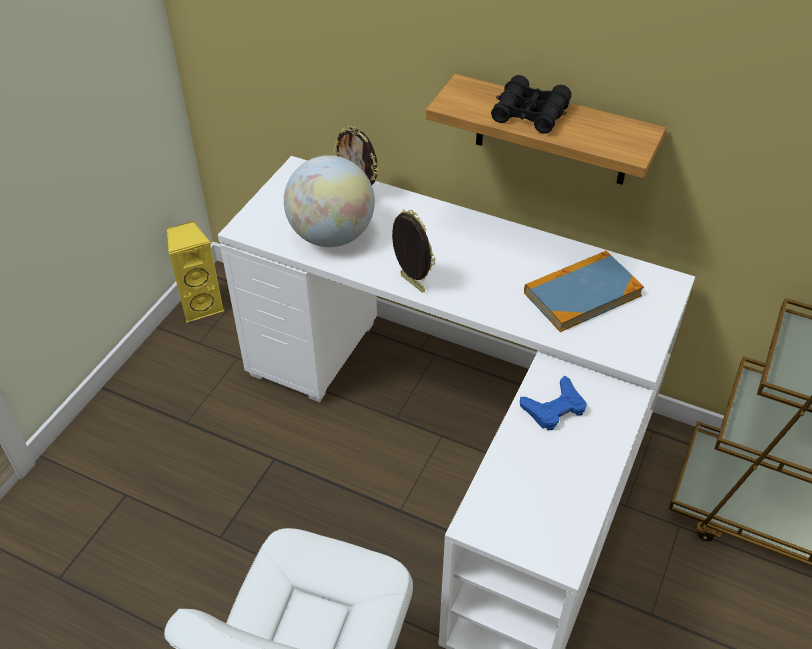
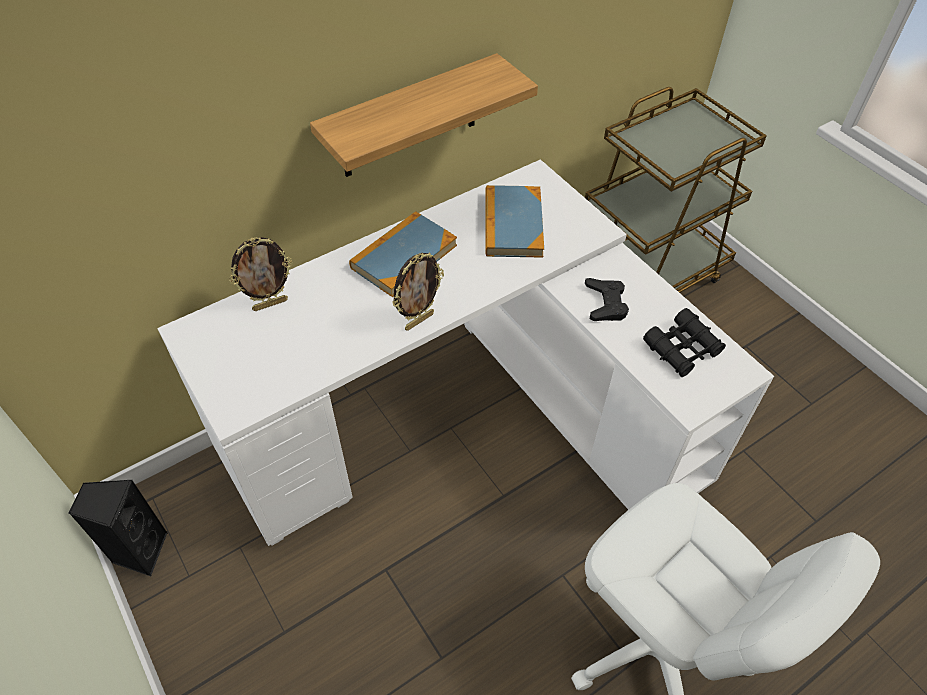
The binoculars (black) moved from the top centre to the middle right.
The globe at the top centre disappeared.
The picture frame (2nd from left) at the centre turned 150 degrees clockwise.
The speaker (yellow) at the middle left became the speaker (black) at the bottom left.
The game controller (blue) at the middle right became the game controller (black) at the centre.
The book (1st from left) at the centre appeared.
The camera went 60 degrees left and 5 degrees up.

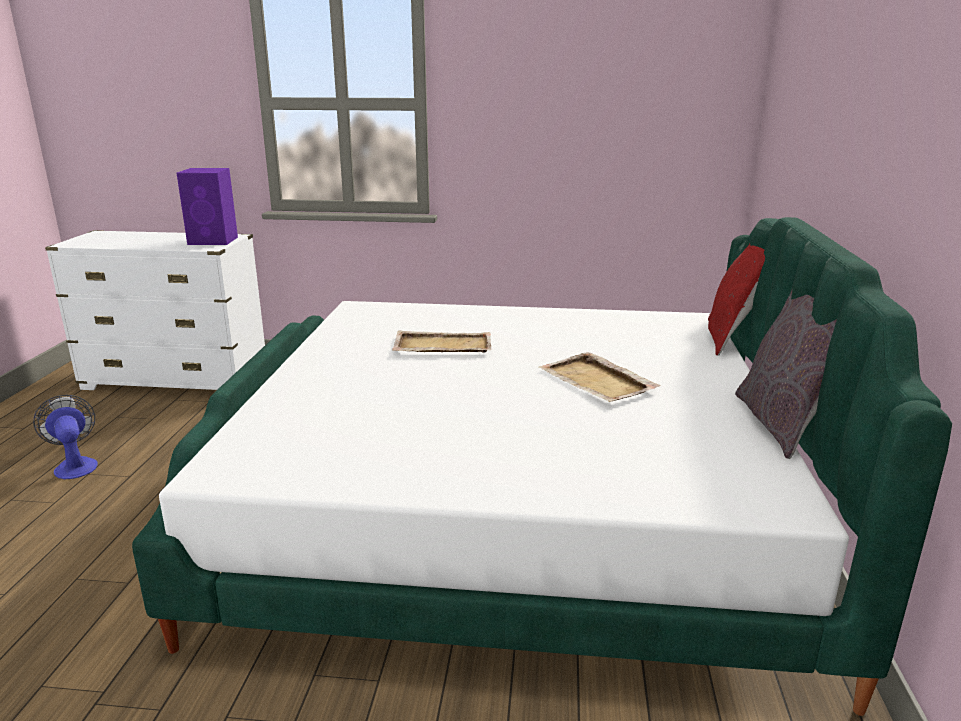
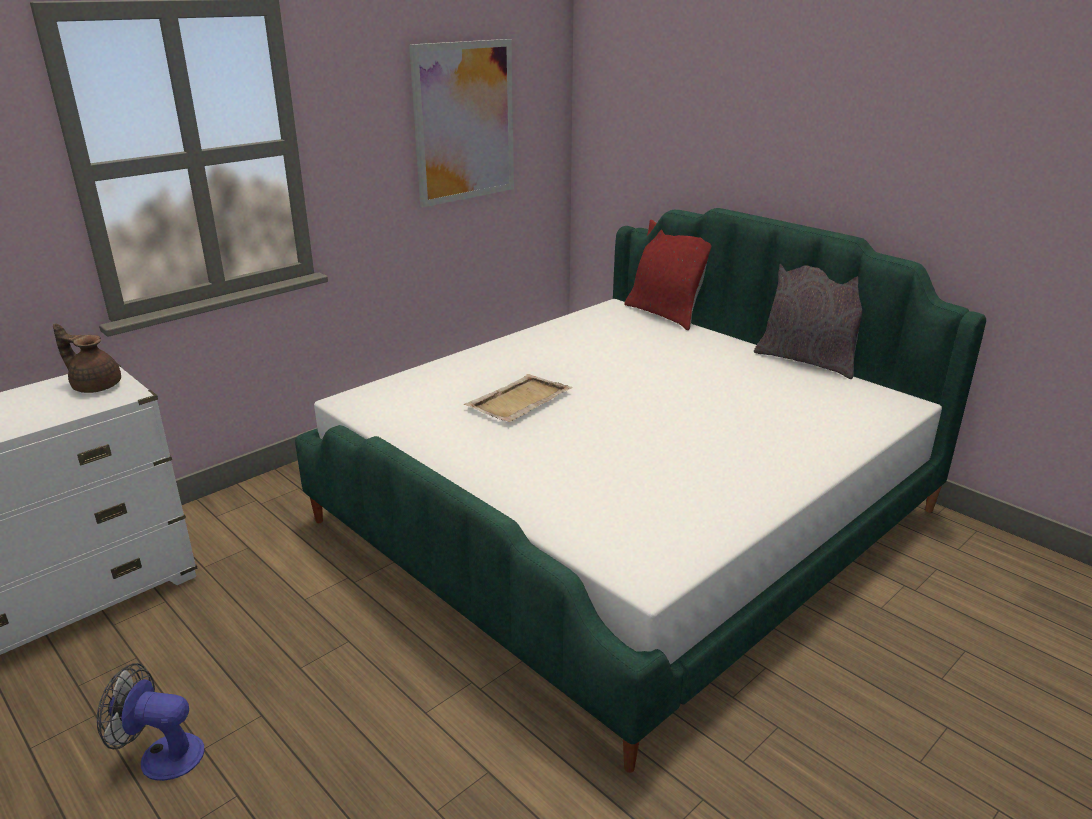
The speaker (purple) at the top left was replaced by the teapot (brown) at the middle left.
The tray (beige) (2nd from left) at the centre disappeared.
The picture at the top centre appeared.
The camera went 50 degrees left and 5 degrees up.

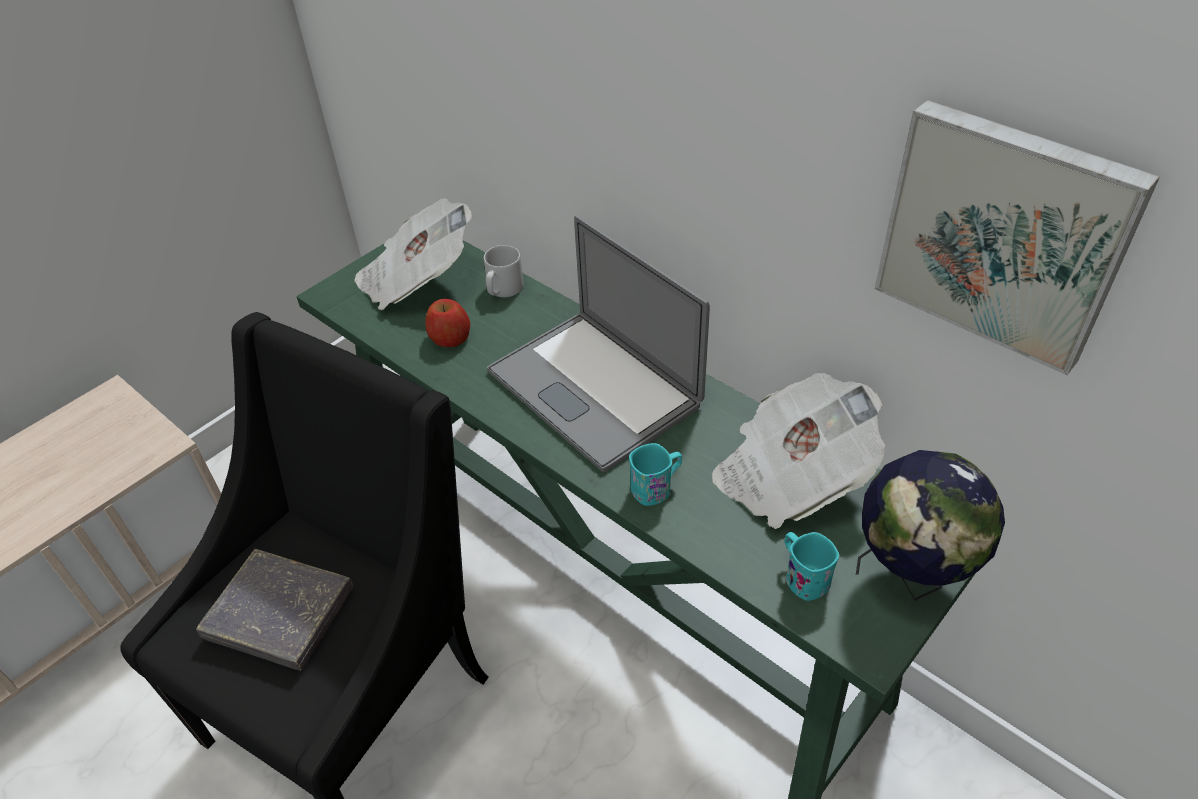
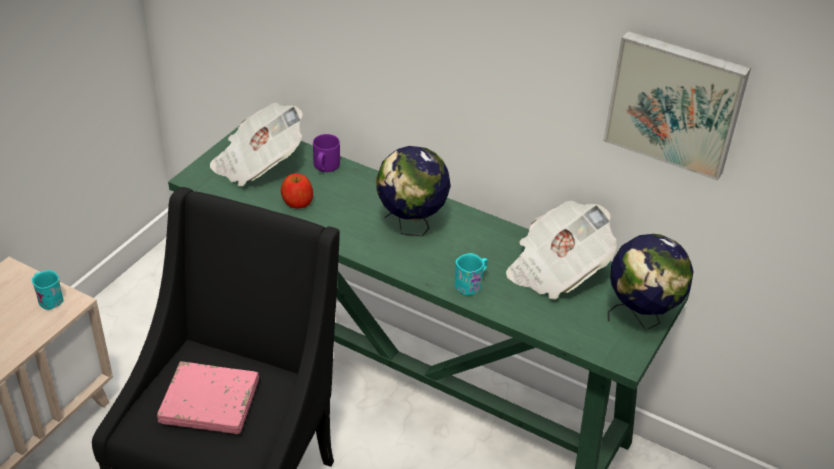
The laptop at the centre was replaced by the globe (1st from left) at the centre.
The mug (grey) at the centre became the mug (purple) at the top centre.
The mug (turquoise) (2nd from left in the first image) moved from the bottom right to the middle left.
The book (grey) at the bottom left became the book (pink) at the bottom left.
The camera went 15 degrees left and 5 degrees down.

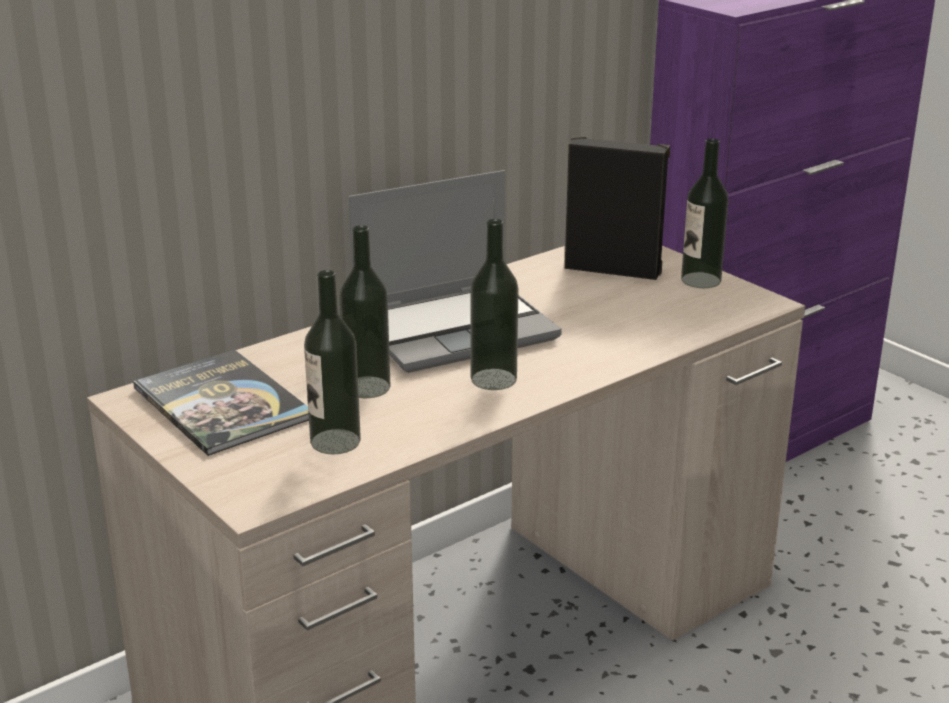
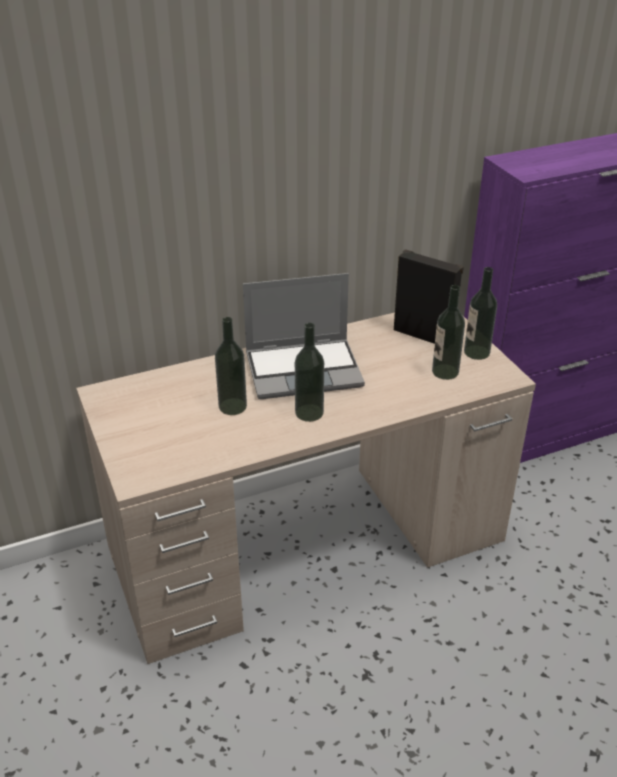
The bottle (1st from left in the first image) moved from the centre to the middle right.
The book at the middle left disappeared.
The camera went 15 degrees right and 10 degrees up.

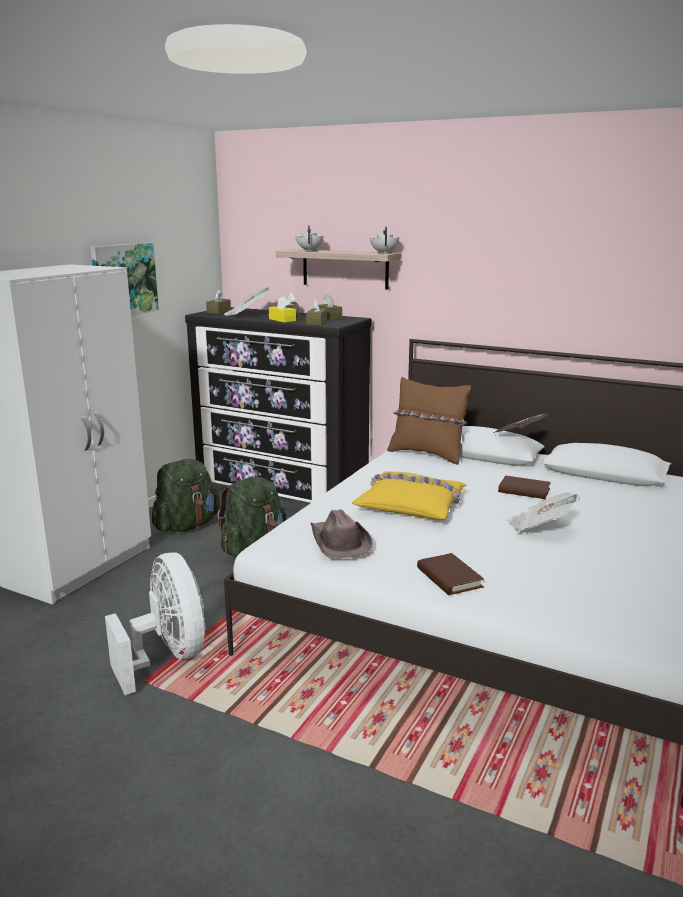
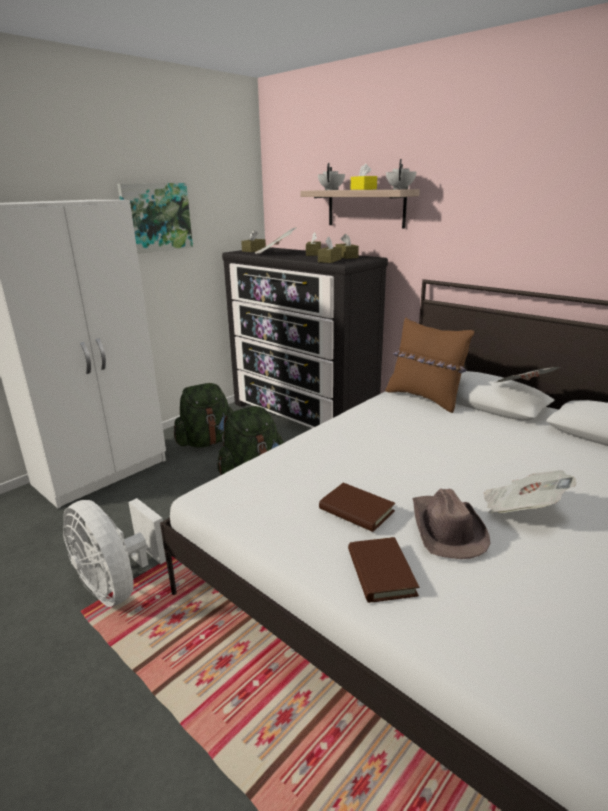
The tissue box (yellow) moved from the centre to the top centre.
The pillow (yellow) at the centre disappeared.
The book (brown) (2nd from left in the first image) moved from the middle right to the centre.
The hat (brown) moved from the centre to the middle right.
The fan (white) at the bottom left turned 150 degrees clockwise.
The camera went 15 degrees right and 5 degrees up.

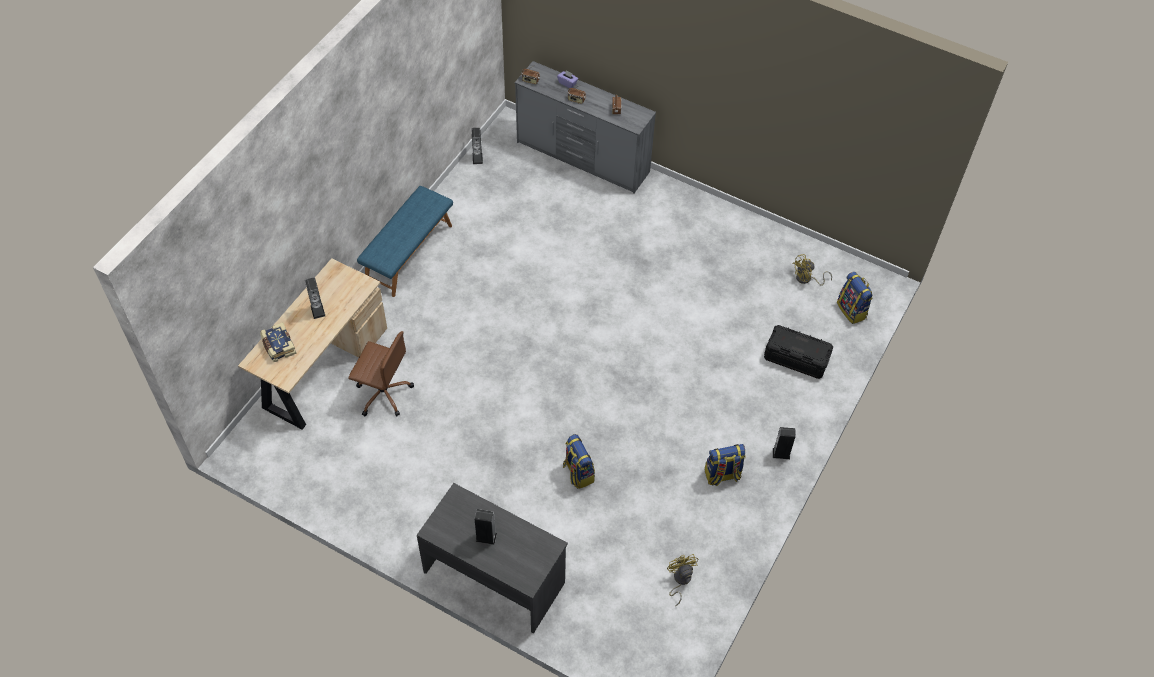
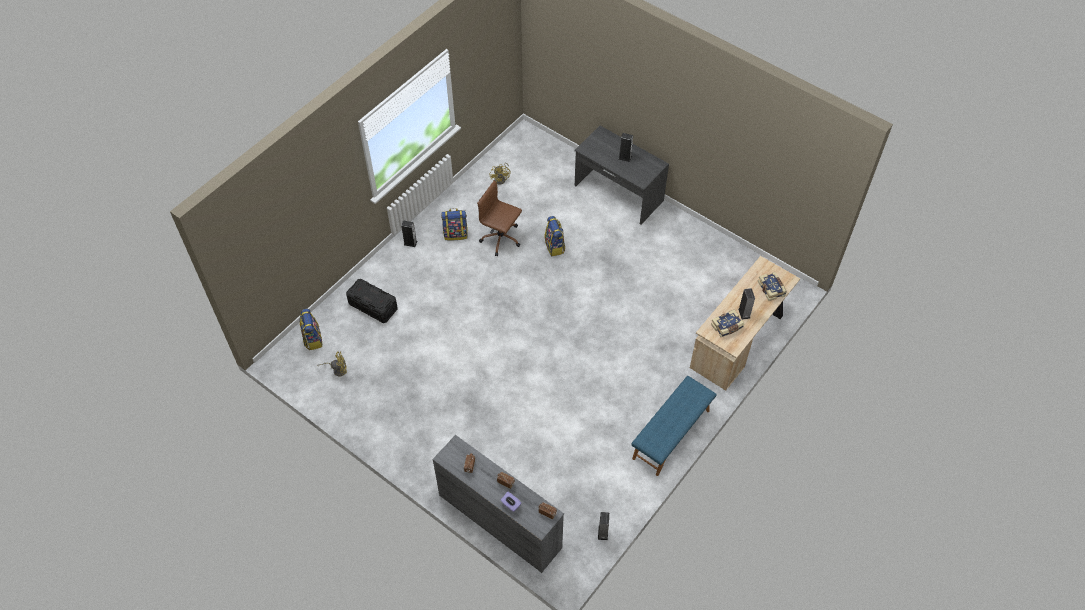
The office chair (brown) moved from the middle left to the centre.
The book (1st from left) at the middle right appeared.
The camera went 170 degrees left and 0 degrees up.

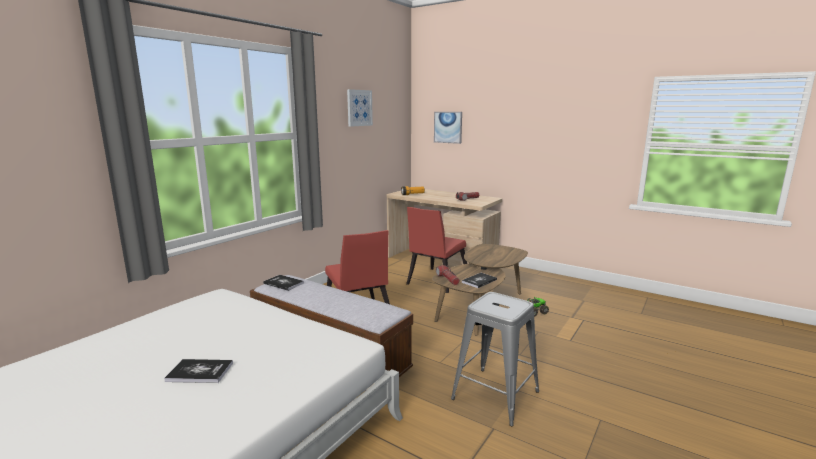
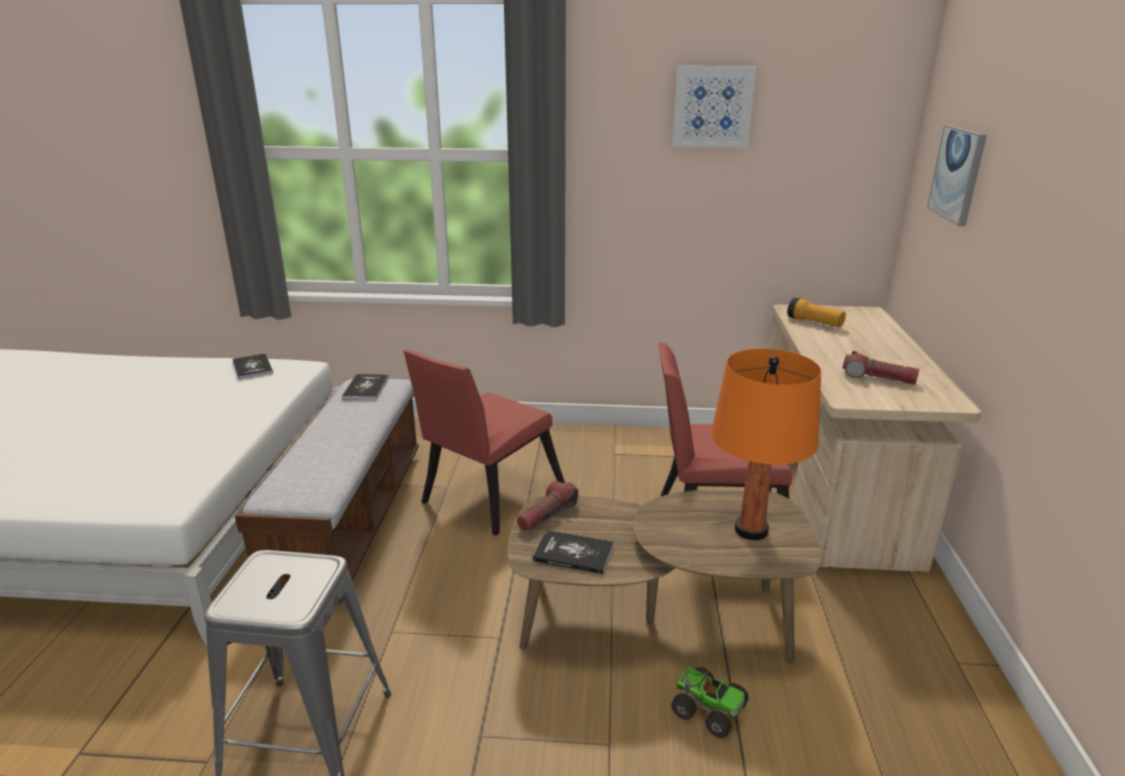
The book (1st from left) moved from the bottom left to the middle left.
The table lamp (orange) at the middle right appeared.
The camera went 60 degrees right and 10 degrees up.

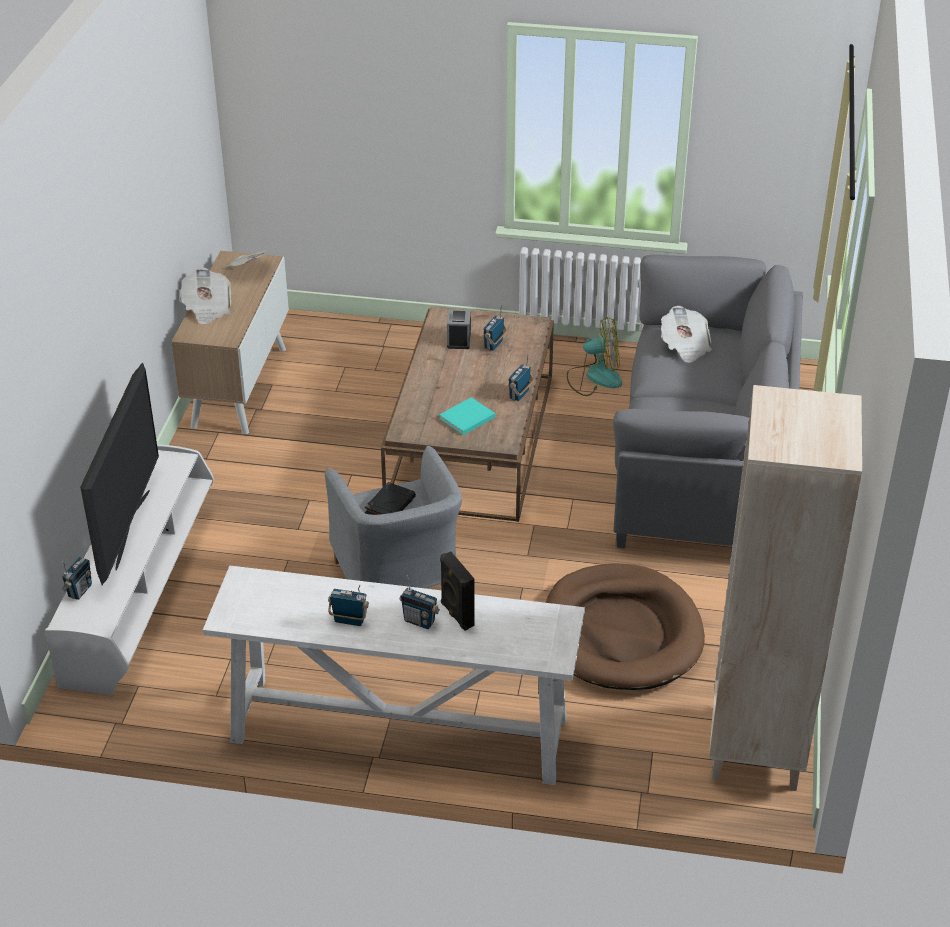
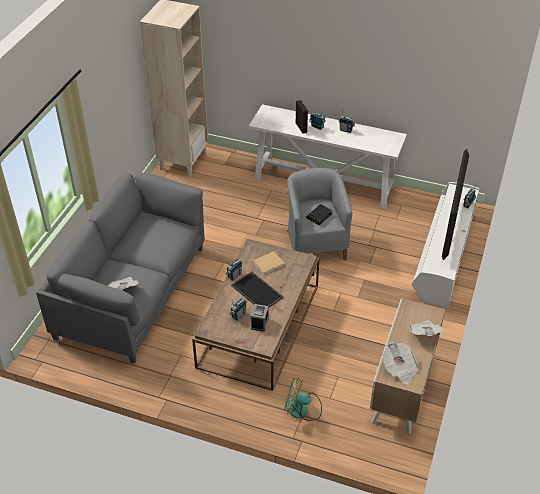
The fan moved from the centre to the bottom centre.
The book (turquoise) at the centre became the book (beige) at the centre.
The dog bed (brown) at the bottom centre disappeared.
The tray at the centre appeared.
The camera went 170 degrees left and 5 degrees up.

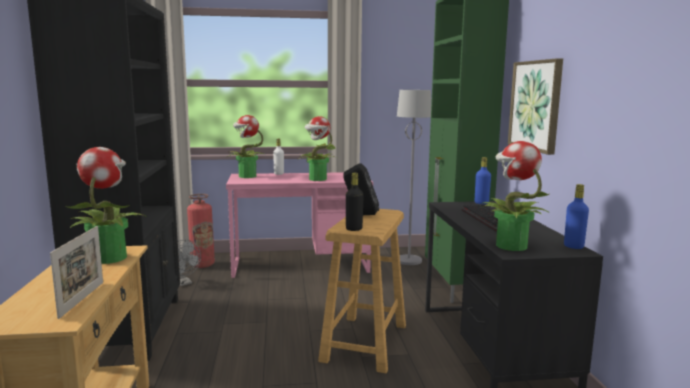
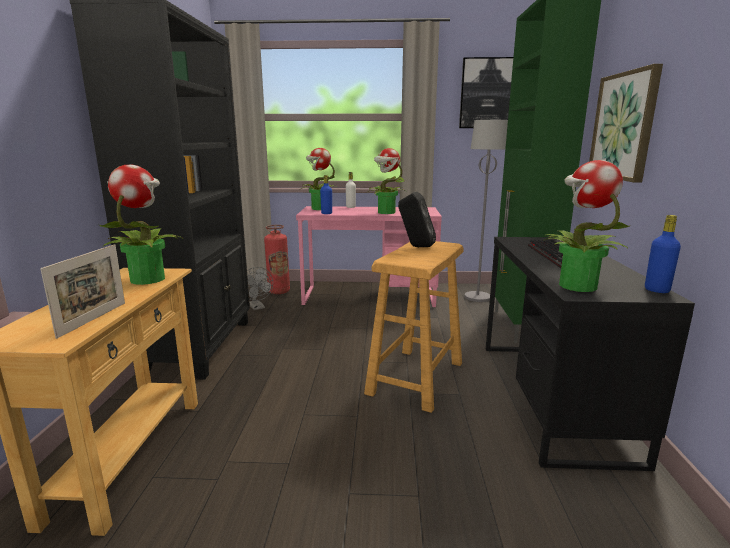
The bottle (blue) (1st from left) moved from the middle right to the centre.
The bottle (black) at the centre disappeared.
The picture (1st from left) at the top centre appeared.
The camera went 10 degrees right and 5 degrees up.

